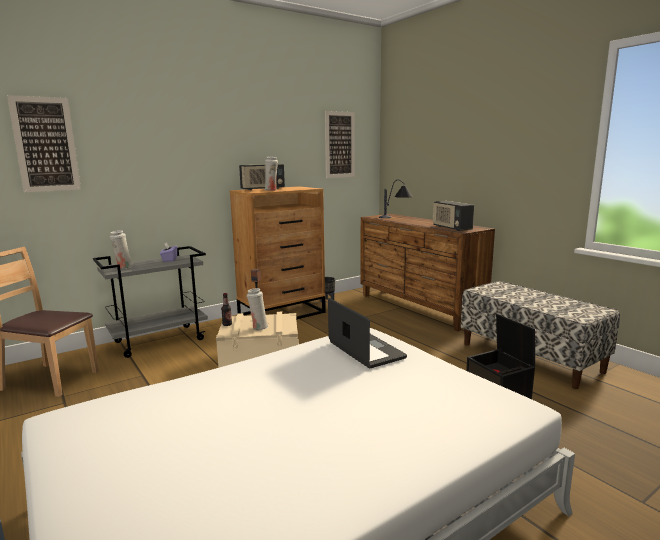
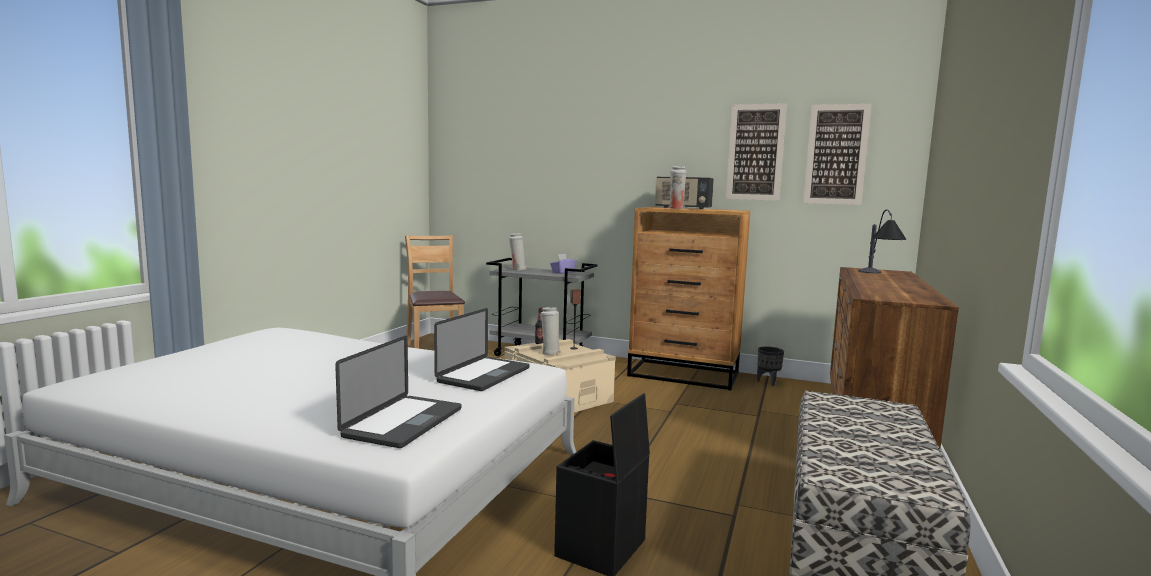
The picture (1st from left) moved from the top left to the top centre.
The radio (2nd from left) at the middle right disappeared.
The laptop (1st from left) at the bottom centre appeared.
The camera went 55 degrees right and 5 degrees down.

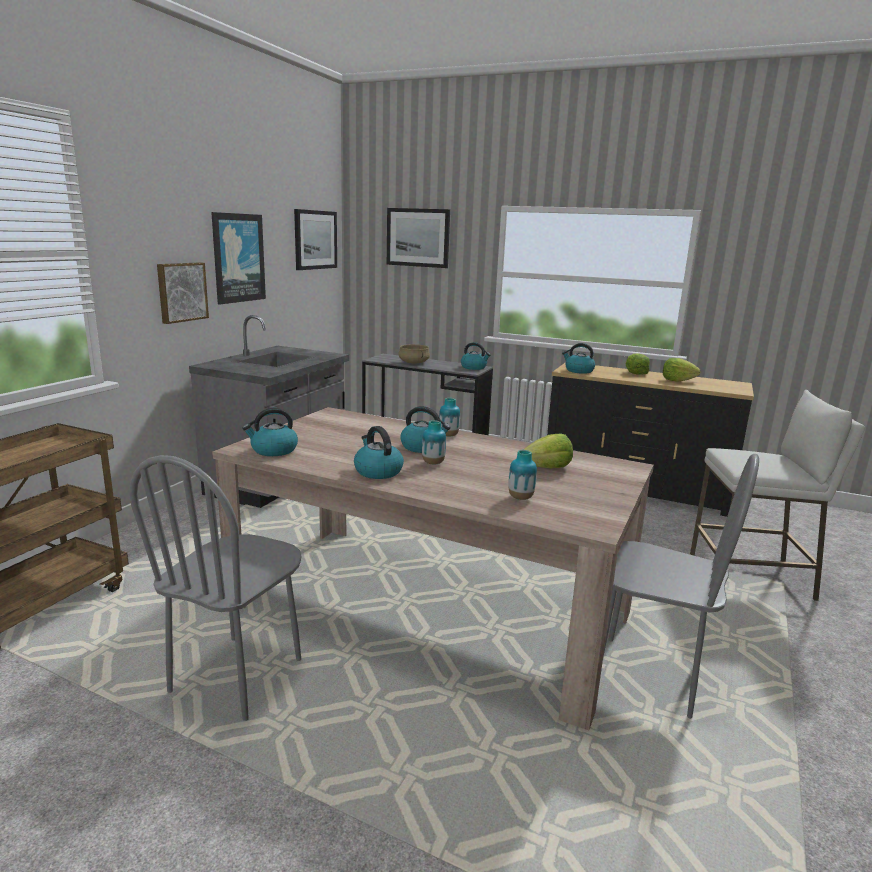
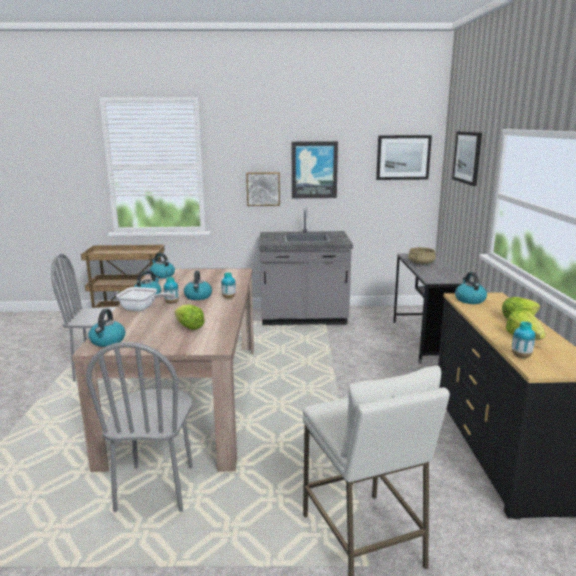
The kettle (4th from left in the first image) moved from the centre to the middle left.
The vase (3rd from left) moved from the centre to the middle right.
The frying pan at the middle left appeared.
The camera went 65 degrees right and 0 degrees up.

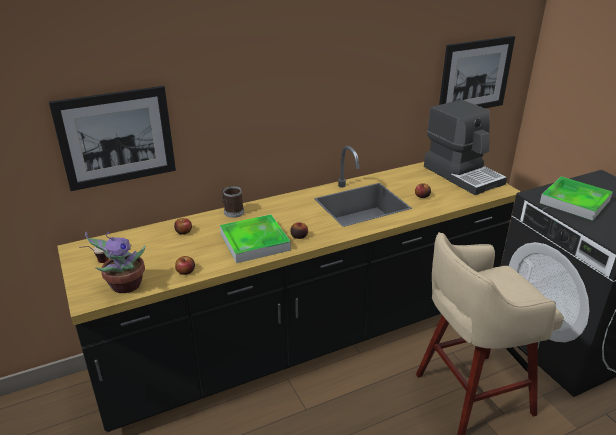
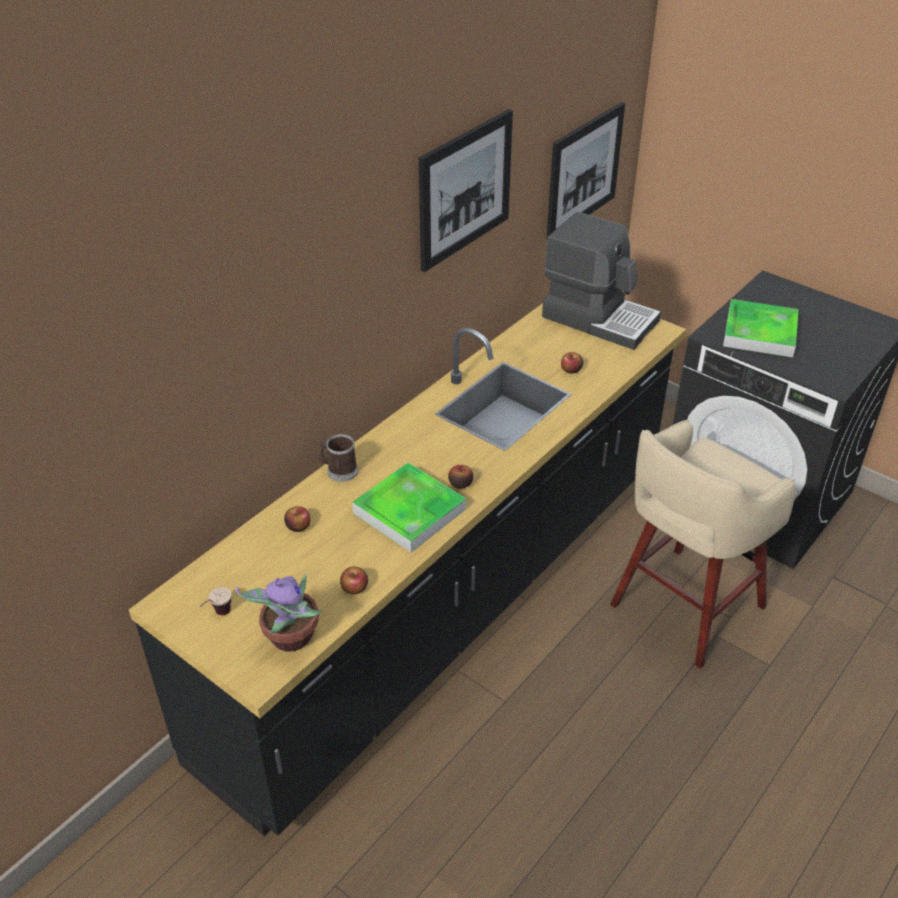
The picture (1st from left) moved from the top left to the top centre.
The camera went 25 degrees left and 10 degrees up.

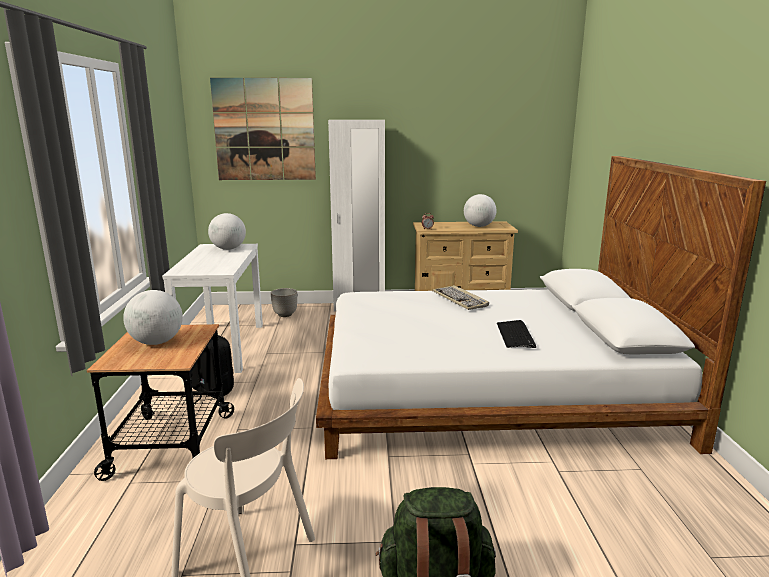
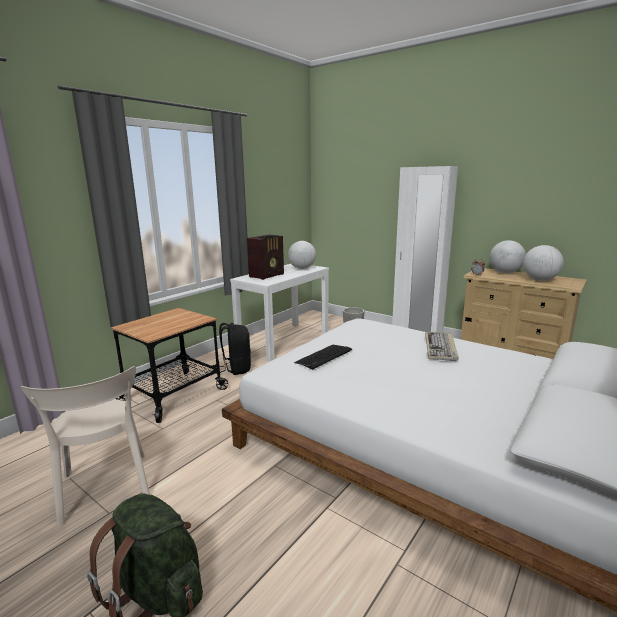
The picture at the top centre disappeared.
The globe (1st from left in the first image) moved from the middle left to the middle right.
The keyboard (2nd from left in the first image) moved from the middle right to the centre.
The radio at the centre appeared.
The camera went 40 degrees right and 0 degrees up.

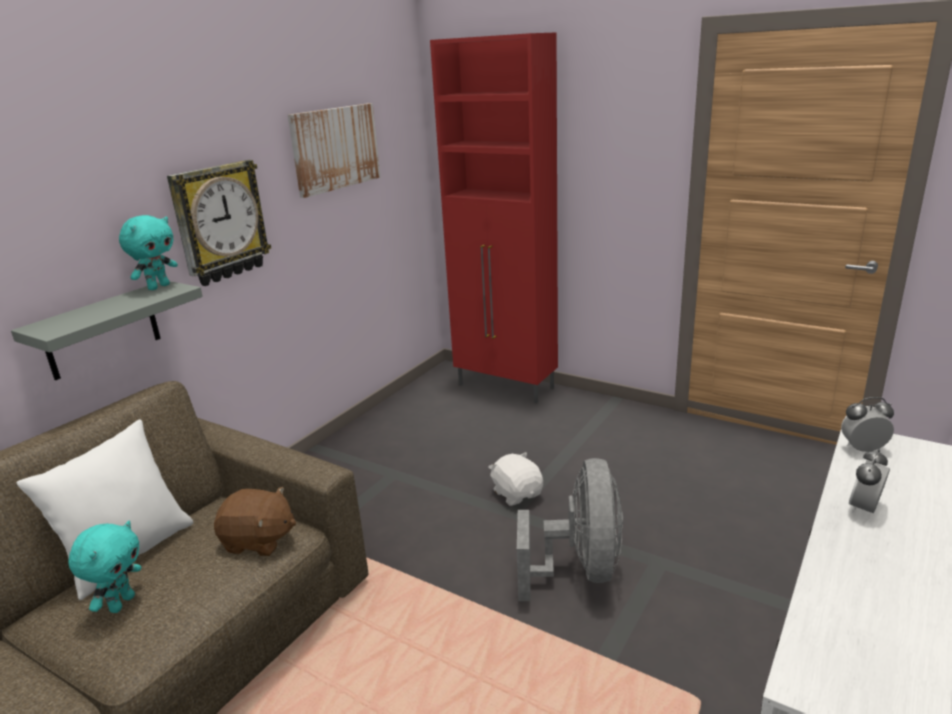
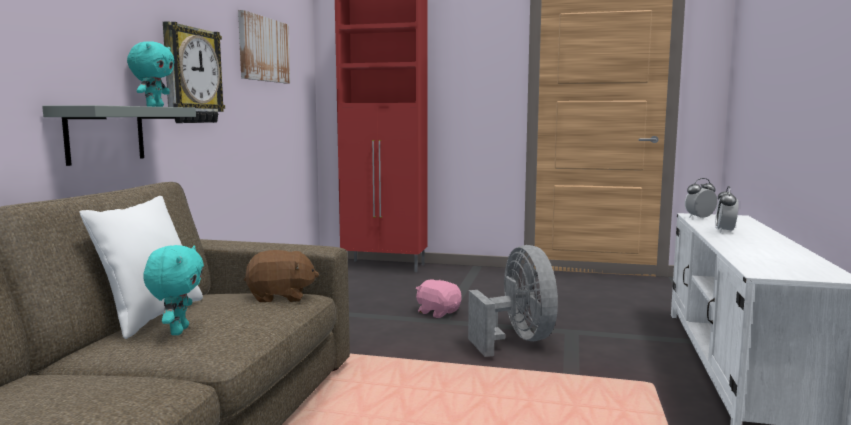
The plush toy (white) at the bottom centre became the plush toy (pink) at the bottom centre.
The camera went 20 degrees left and 15 degrees down.

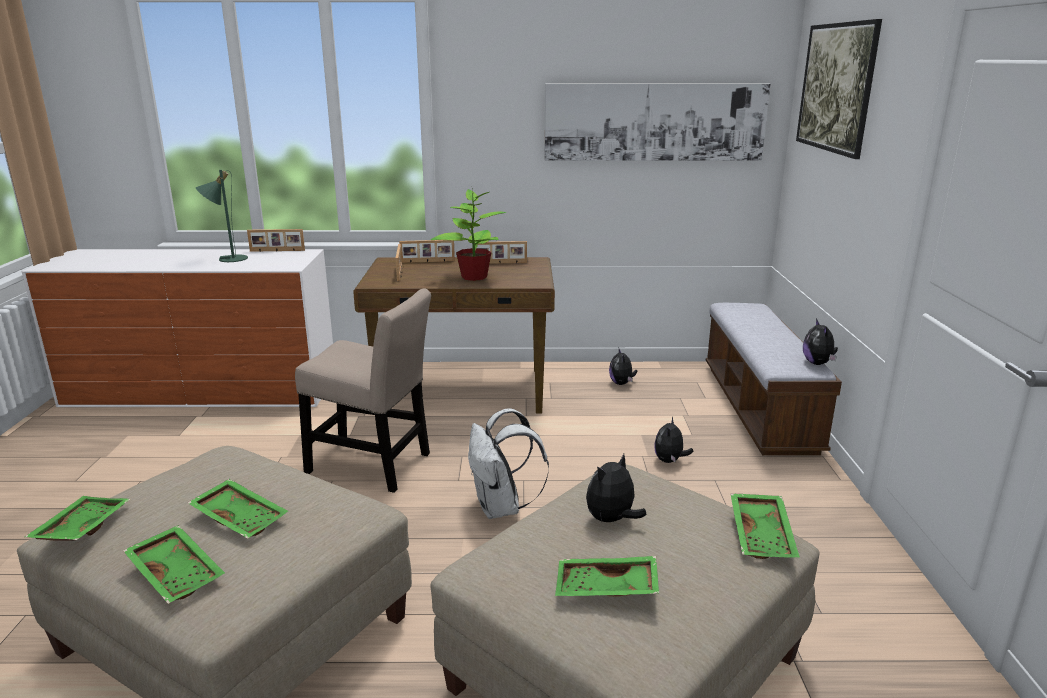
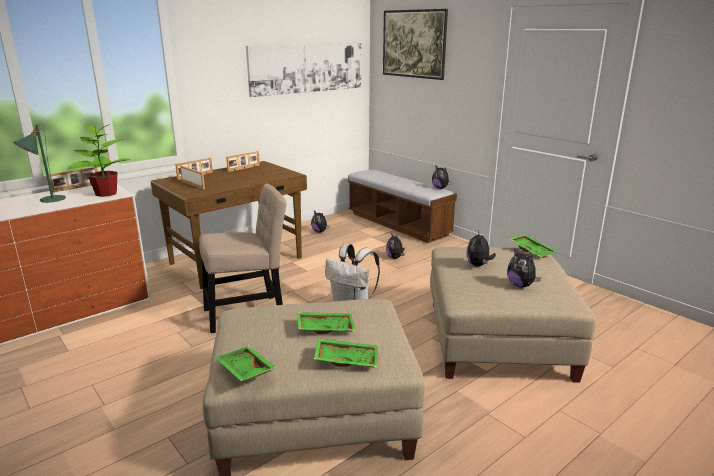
The potted plant moved from the centre to the middle left.
The tray (green) (4th from left) at the bottom centre was replaced by the plush toy (5th from left) at the middle right.
The camera went 40 degrees left and 0 degrees up.

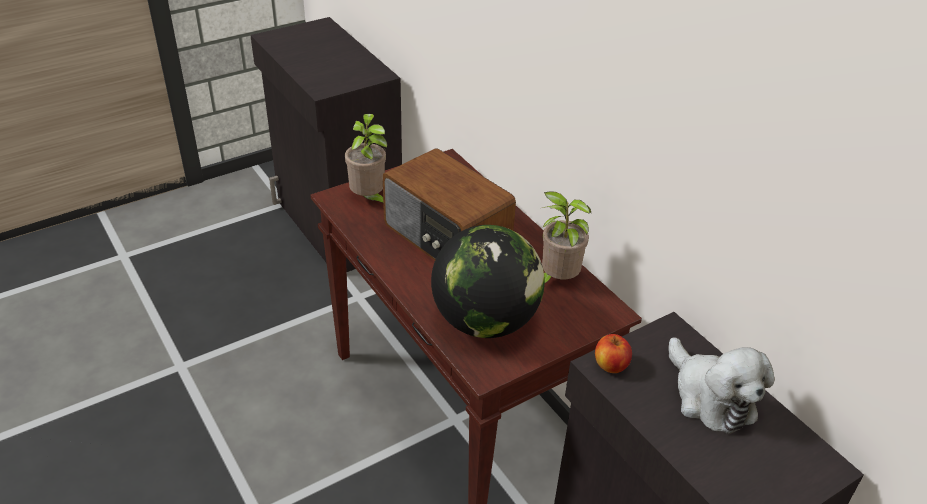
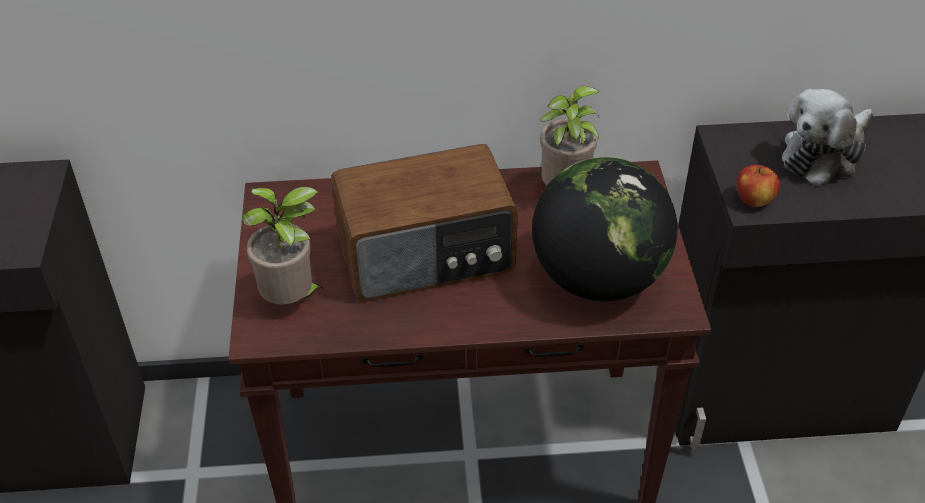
The plush toy at the bottom right turned 135 degrees clockwise.
The camera went 60 degrees left and 5 degrees up.

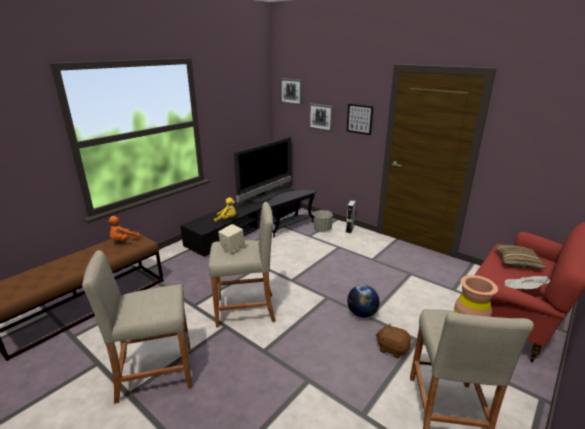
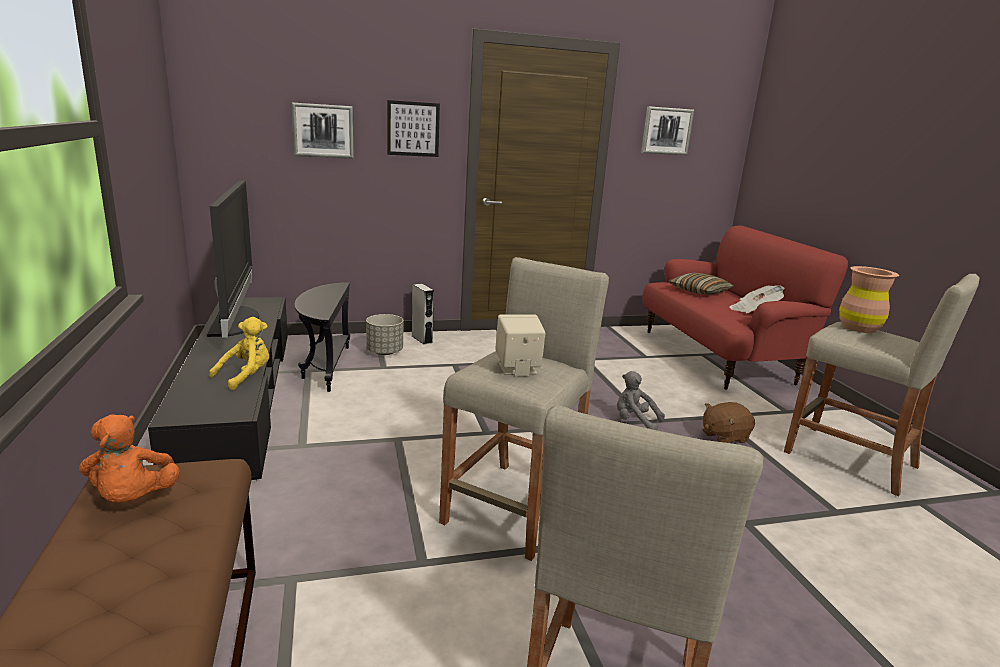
The picture (1st from left in the first image) moved from the top centre to the top right.
The globe at the bottom centre was replaced by the plush toy (grey) at the centre.
The camera went 55 degrees left and 5 degrees down.

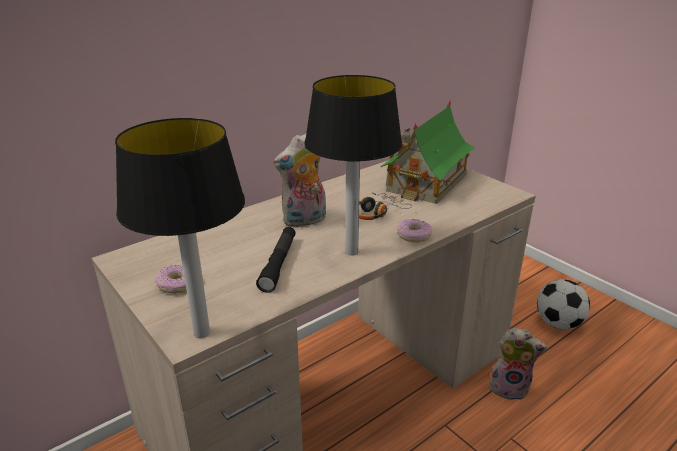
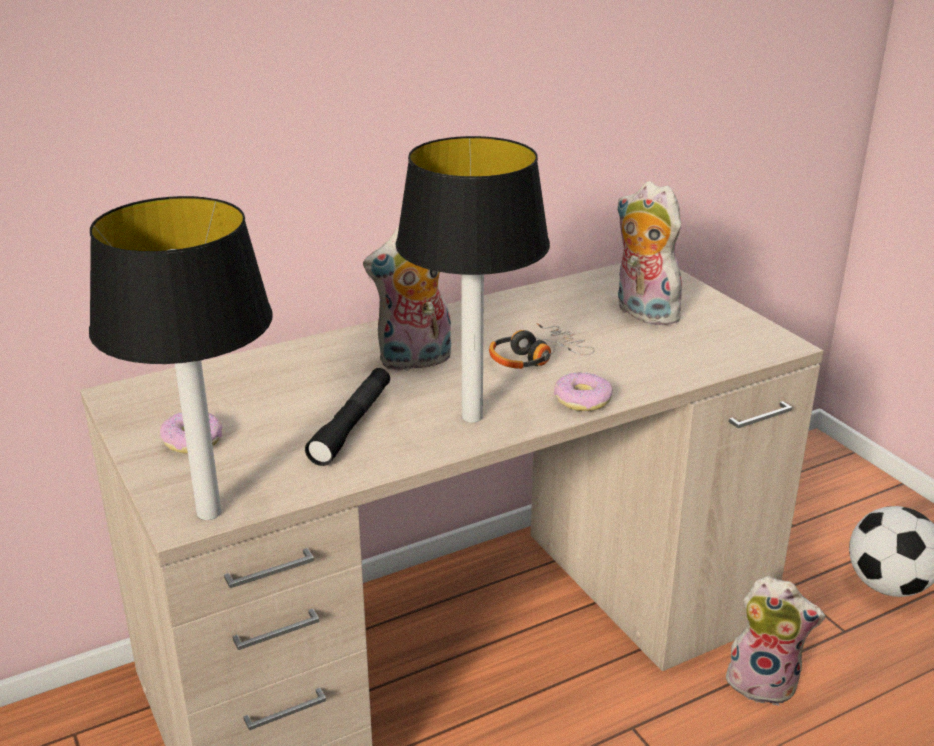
The toy house at the centre was replaced by the plush toy (2nd from left) at the middle right.
The camera went 10 degrees right and 0 degrees up.

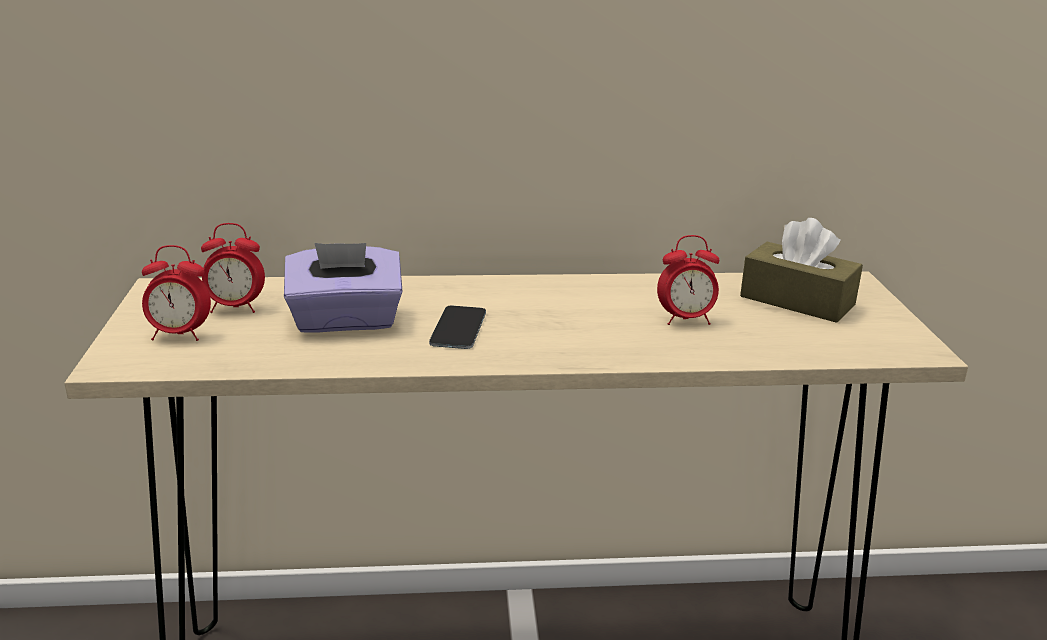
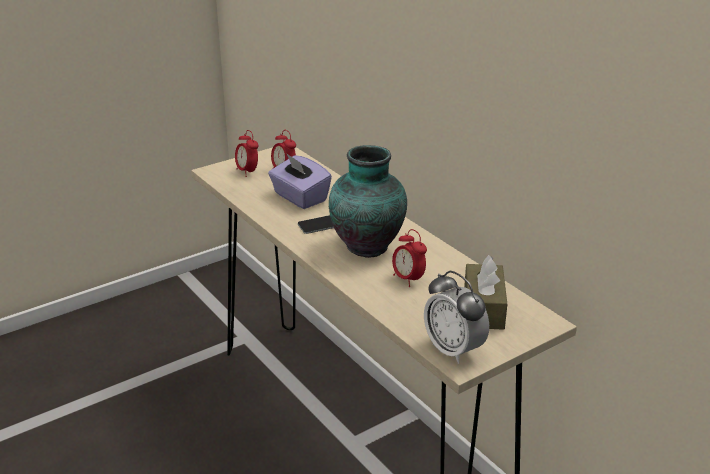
The vase at the centre appeared.
The alarm clock (4th from left) at the bottom centre appeared.
The camera went 60 degrees right and 5 degrees up.

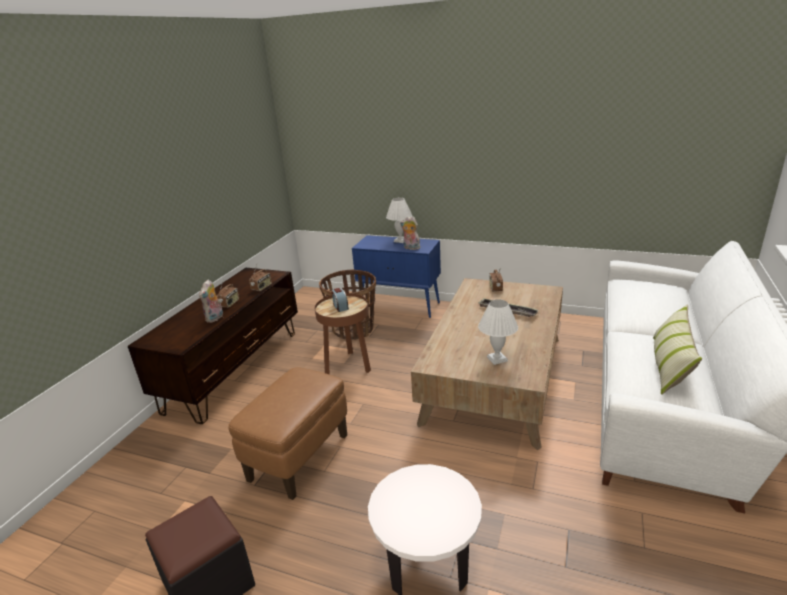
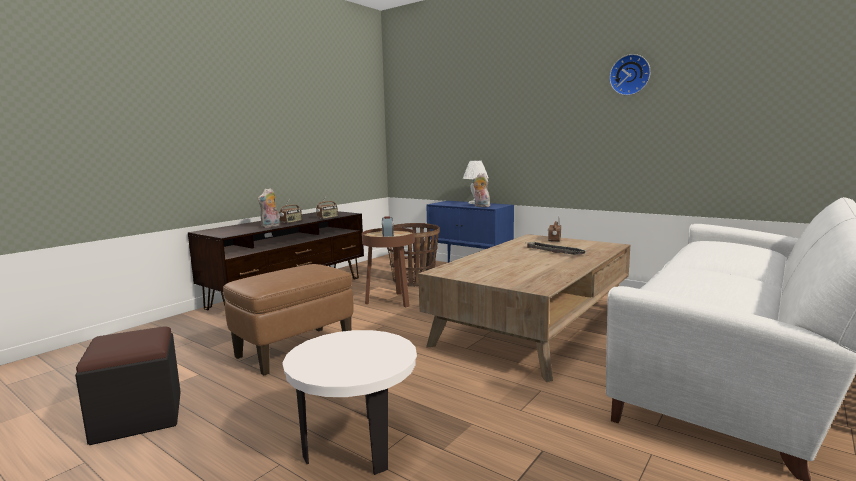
The table lamp (white) (2nd from left) at the centre disappeared.
The pillow at the middle right disappeared.
The wall clock at the top right appeared.
The camera went 15 degrees right and 15 degrees down.

